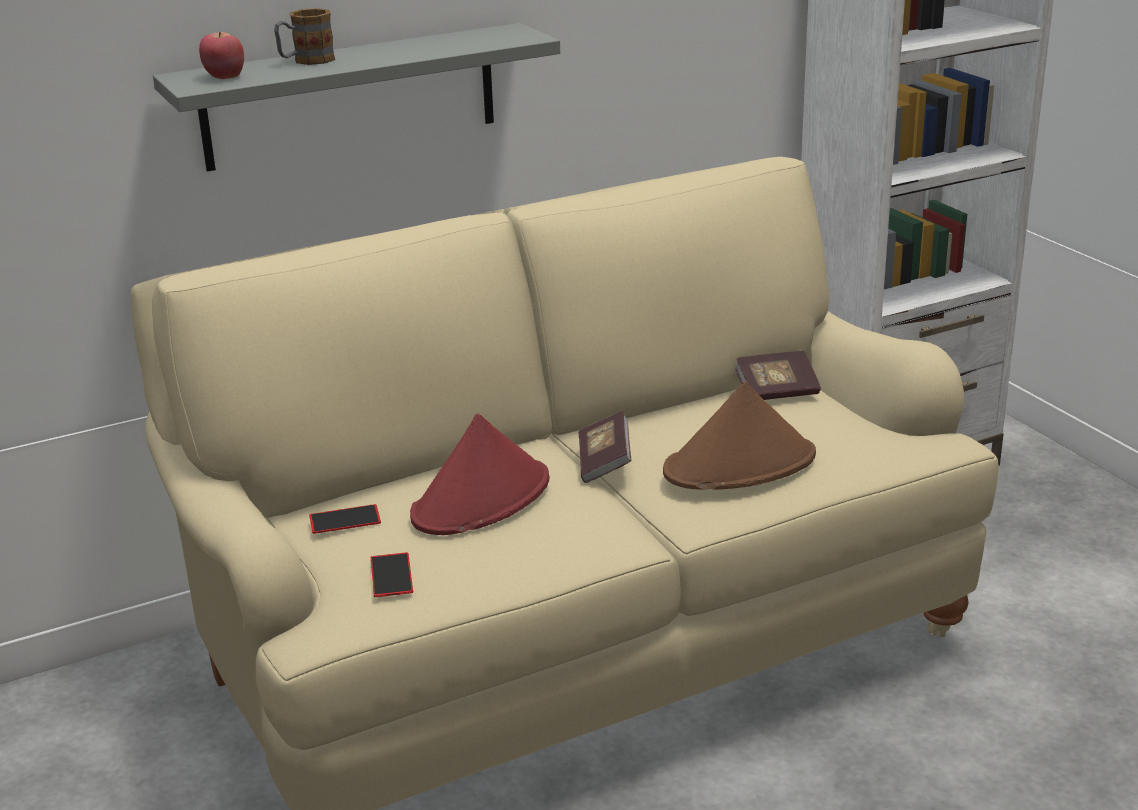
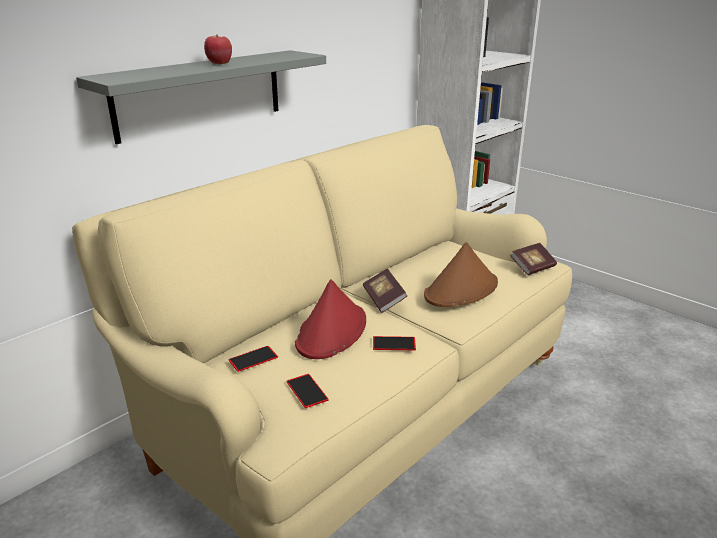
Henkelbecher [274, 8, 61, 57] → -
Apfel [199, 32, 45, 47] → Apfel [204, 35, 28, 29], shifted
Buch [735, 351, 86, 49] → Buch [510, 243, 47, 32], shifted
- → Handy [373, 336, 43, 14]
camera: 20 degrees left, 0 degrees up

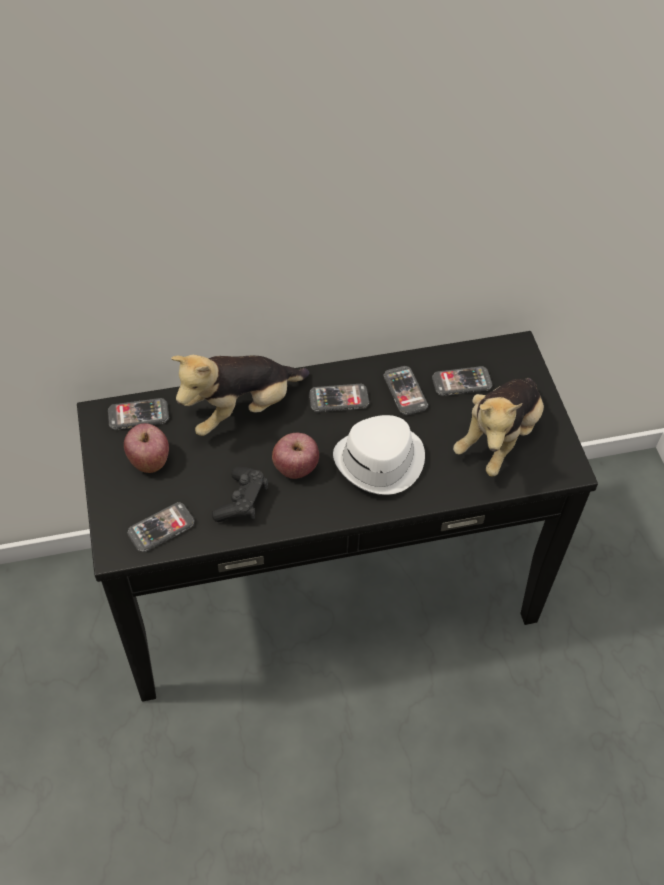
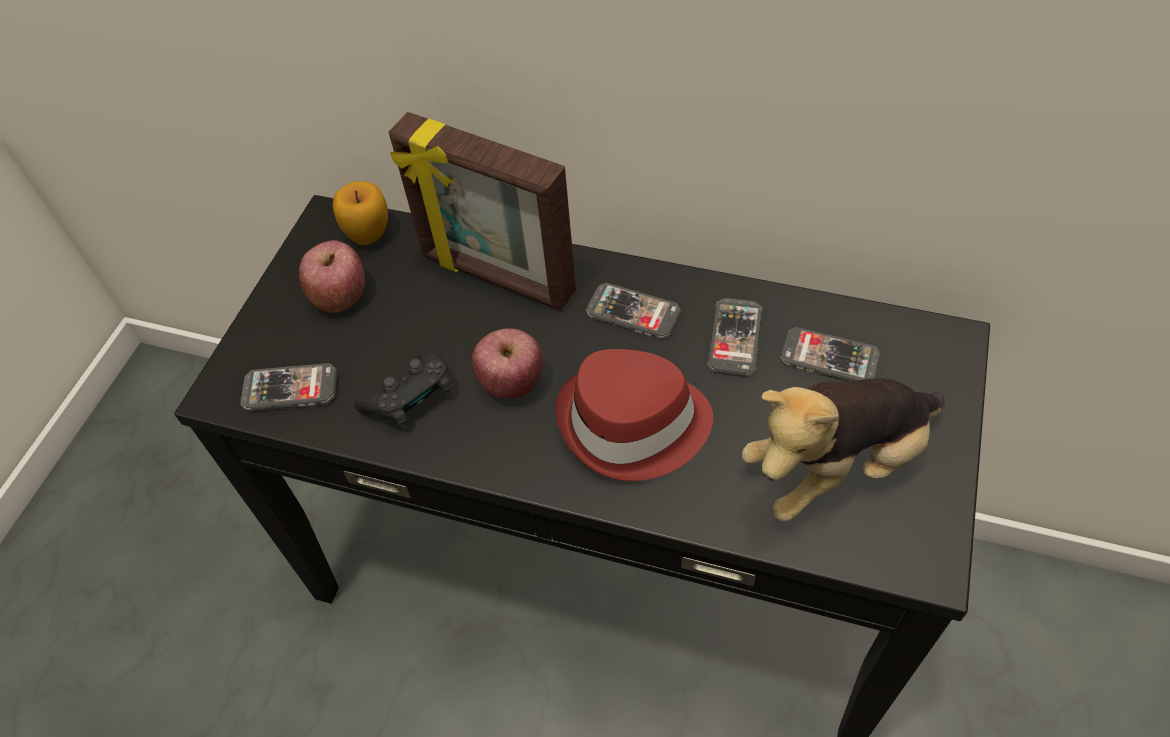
Plüschtier [171, 355, 138, 81] → Bilderrahmen [389, 112, 187, 199]
Handy [108, 398, 61, 32] → Apfel [333, 181, 55, 64]
Hut/weiß [333, 415, 92, 80] → Hut/rot [555, 349, 158, 132]
camera: 35 degrees right, 0 degrees up

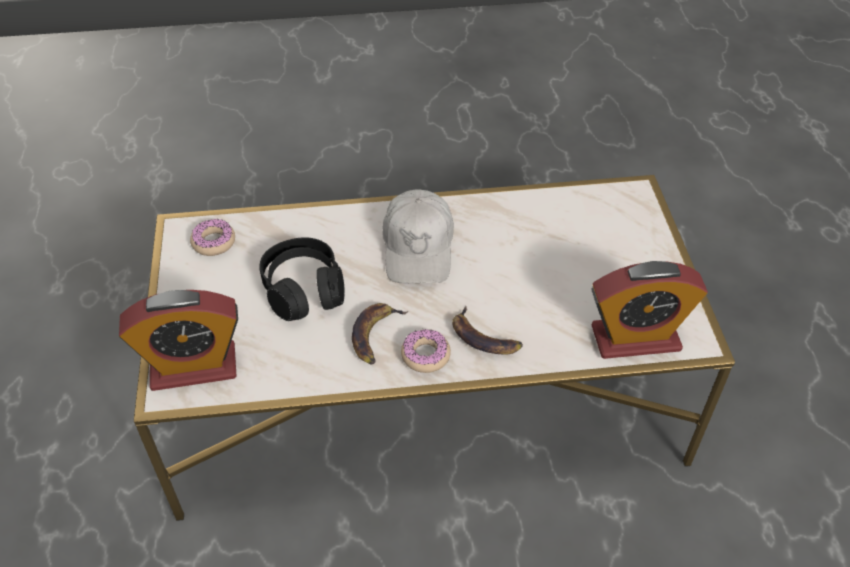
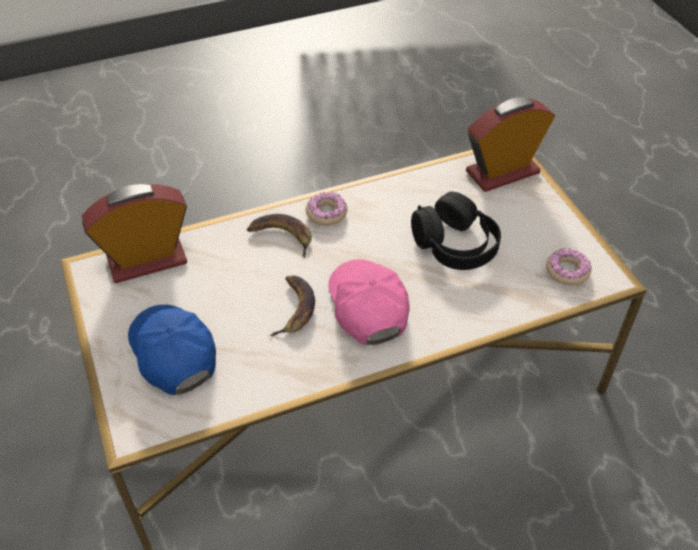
Kappe/weiß [382, 189, 72, 94] → Kappe/rosa [328, 259, 82, 86]
Banane [352, 303, 56, 62] → Banane [270, 275, 45, 61], shifted
- → Kappe/blau [128, 305, 88, 90]
camera: 165 degrees right, 0 degrees up

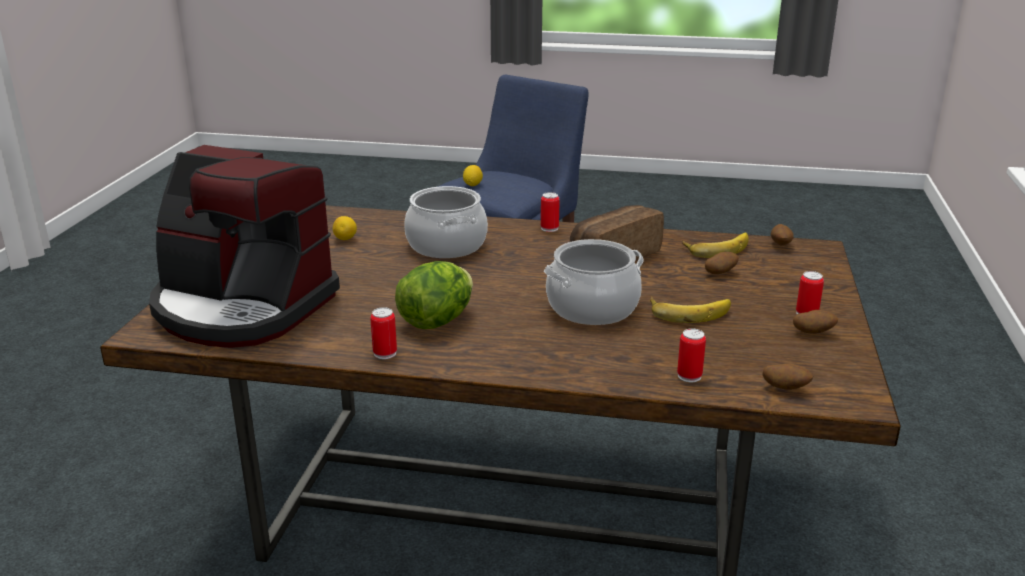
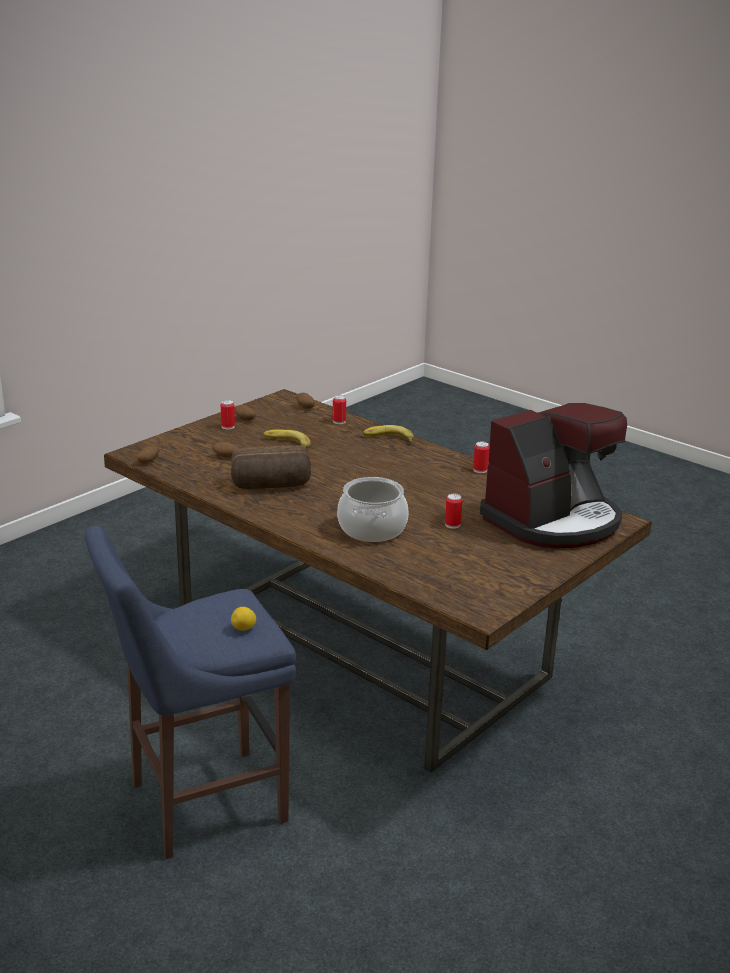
Kaffeemaschine [149, 145, 191, 203] → Kaffeemaschine [480, 403, 147, 146], 90 degrees clockwise
Dose [541, 192, 19, 40] → Dose [445, 494, 17, 35], shifted
Zitrone [333, 216, 24, 24] → -
Banane [682, 232, 67, 26] → Banane [363, 425, 51, 18], shifted
Kochtopf [544, 239, 100, 86] → -
Salatkopf [395, 261, 78, 68] → -
camera: 150 degrees left, 0 degrees up

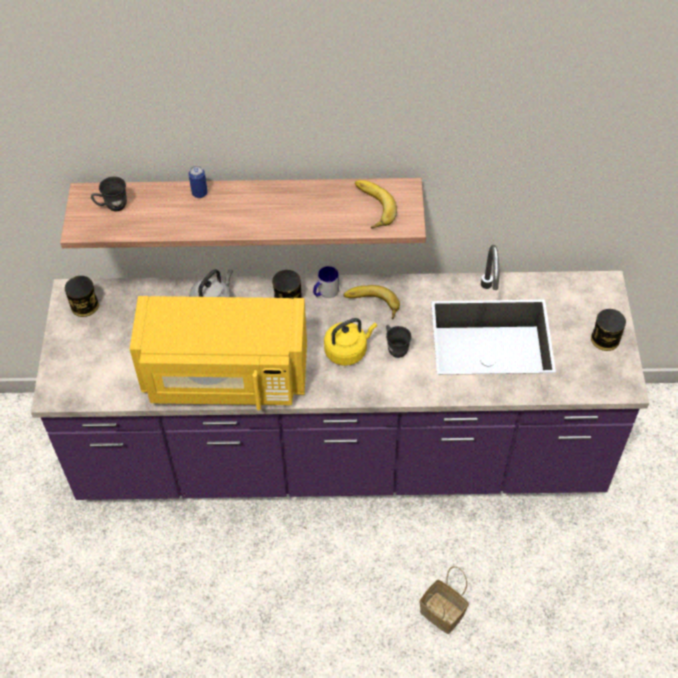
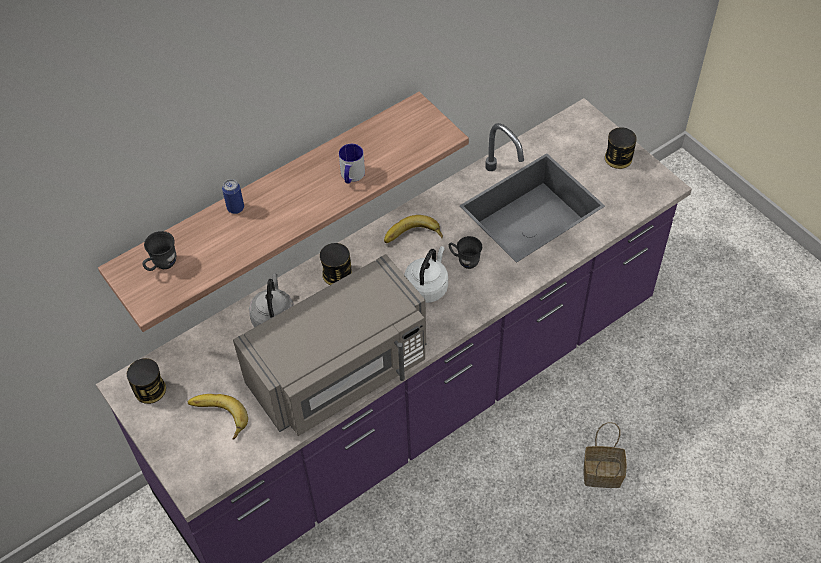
Banane [355, 180, 42, 49] → Banane [188, 394, 60, 46], shifted
Henkelbecher [313, 266, 26, 32] → Henkelbecher [339, 144, 26, 40], shifted
Mikrowelle/gelb [130, 296, 177, 114] → Mikrowelle/grau [233, 254, 193, 182]
Wasserkessel/gelb [324, 318, 53, 48] → Wasserkessel/weiß [404, 246, 44, 57]
camera: 35 degrees left, 0 degrees up

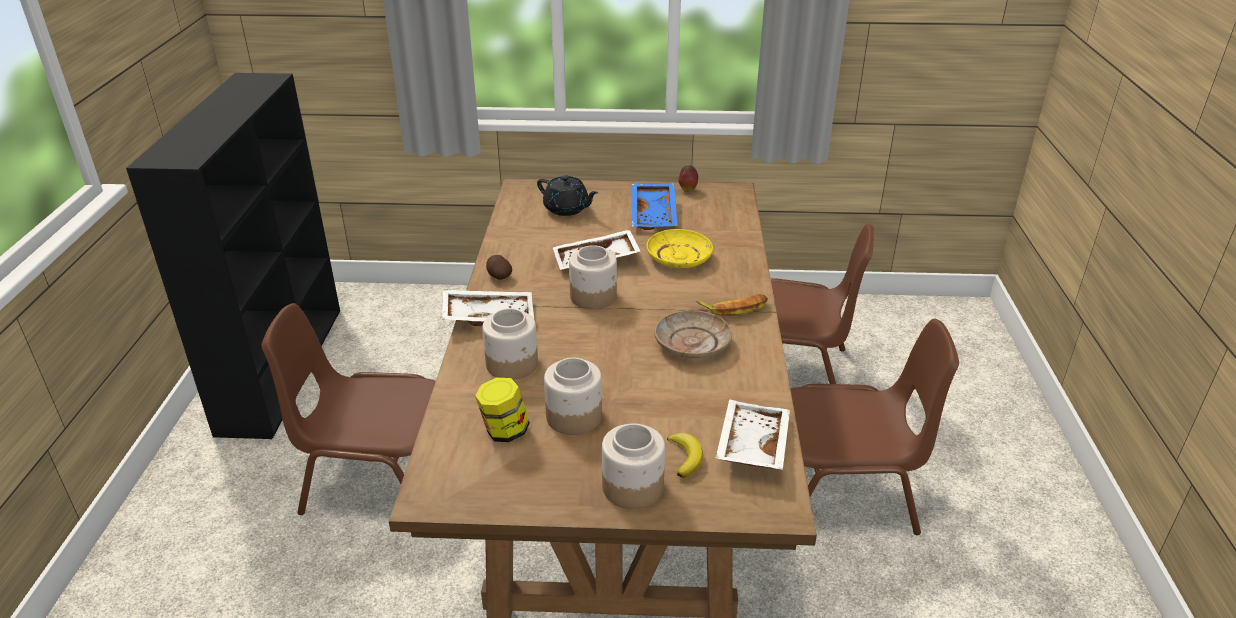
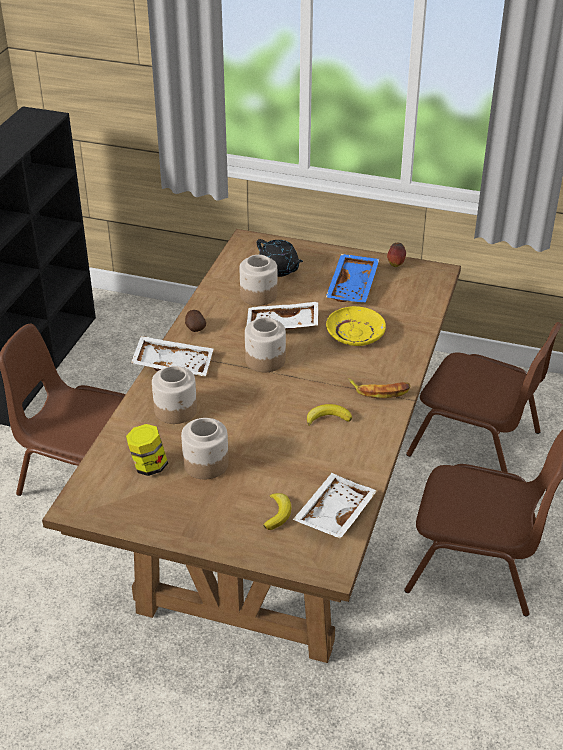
Teller/beige [654, 311, 78, 47] → Banane [307, 404, 45, 22]
Vorratsglas [602, 423, 63, 86] → Vorratsglas [240, 255, 37, 51], shifted
camera: 15 degrees right, 5 degrees up

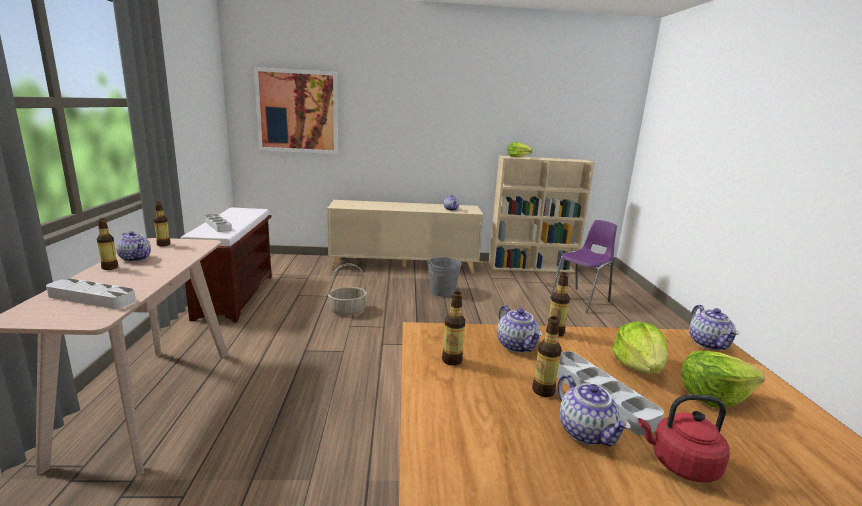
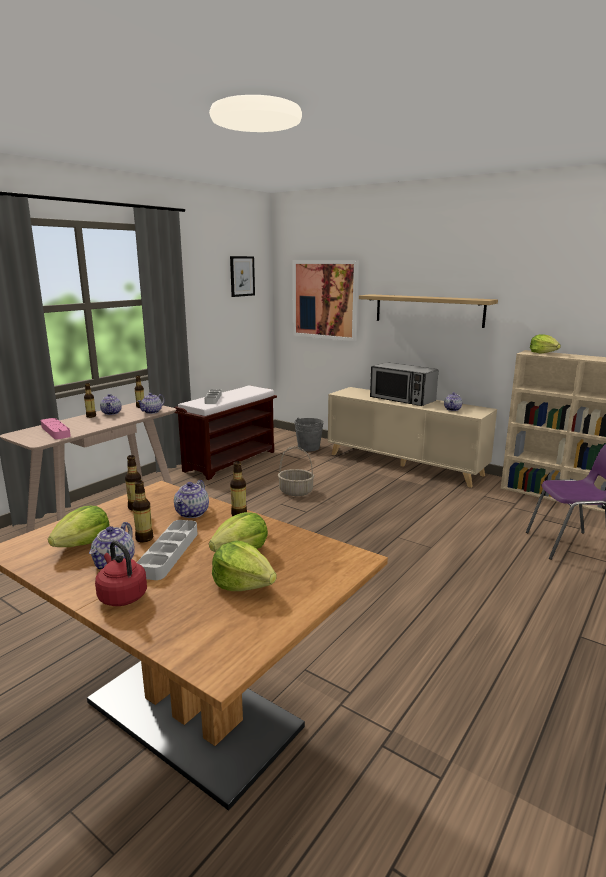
Eimer/grau [427, 257, 35, 40] → Eimer/grau [294, 418, 30, 33], shifted
Tablett/grau [46, 278, 90, 31] → Tablett/rosa [41, 418, 30, 21]
Teekanne [689, 305, 51, 45] → Teekanne [137, 393, 28, 21], shifted
- → Bild [230, 256, 25, 41]
- → Wandregal [359, 294, 139, 34]
- → Mikrowelle [370, 362, 68, 44]
- → Salatkopf [48, 506, 62, 41]
camera: 40 degrees right, 0 degrees up

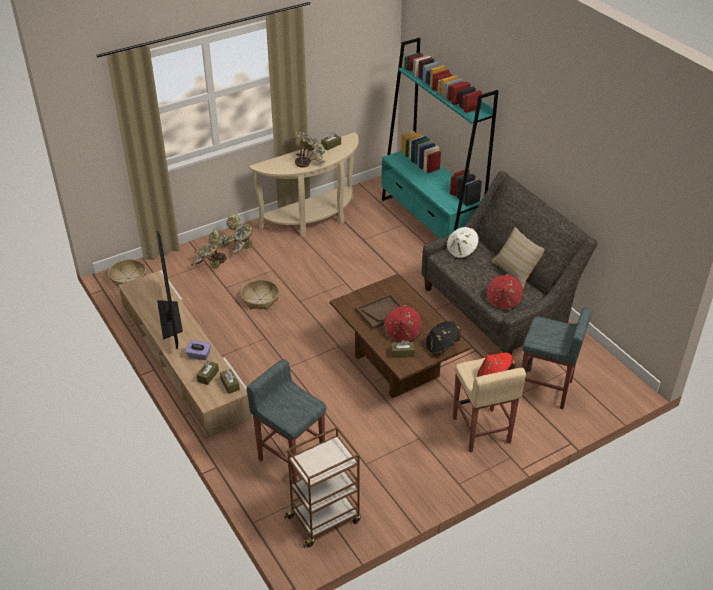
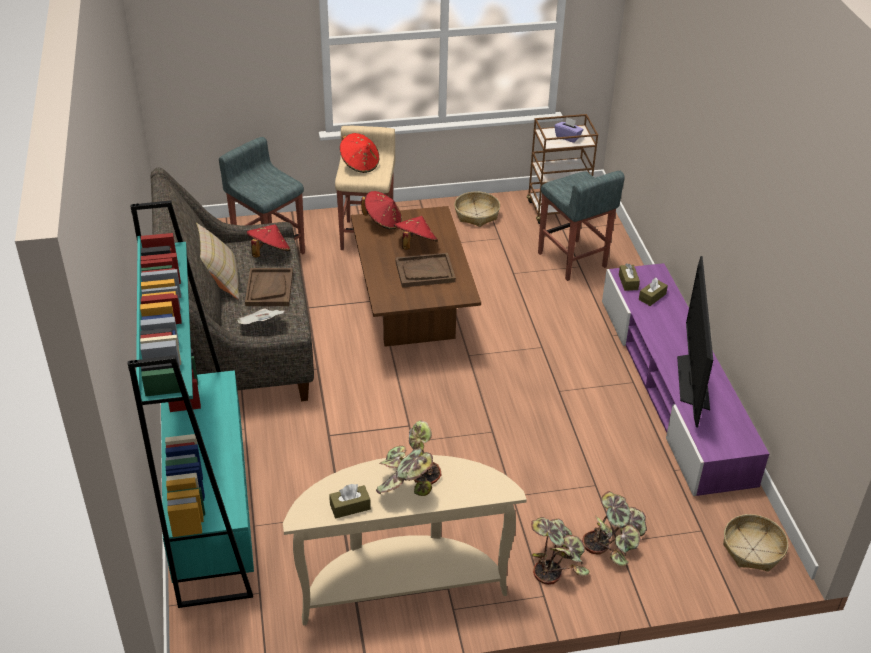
Hut/weiß [447, 227, 32, 32] → Zeitung [238, 308, 46, 16]
Fernsehschrank/beige [118, 270, 135, 168] → Fernsehschrank/lila [602, 263, 167, 233]
Korb [241, 280, 38, 30] → Korb [454, 192, 46, 35], shifted
Hut/schwarz [426, 321, 35, 34] → Hut/rot [361, 191, 41, 38]
Taschentuchbox/lila [185, 340, 26, 20] → Taschentuchbox/lila [555, 118, 28, 25], shifted
Taschentuchbox/braun [391, 340, 24, 18] → -
- → Tablett/braun [245, 268, 48, 38]
camera: 160 degrees left, 0 degrees up

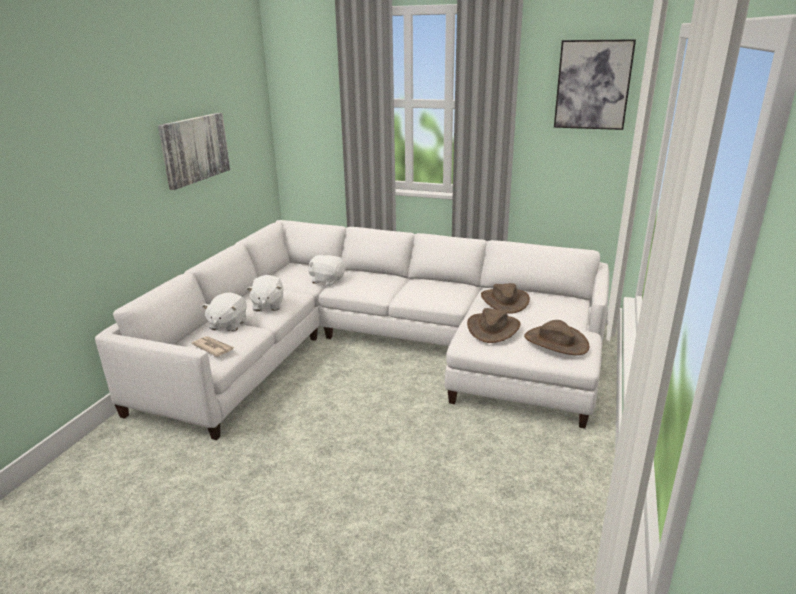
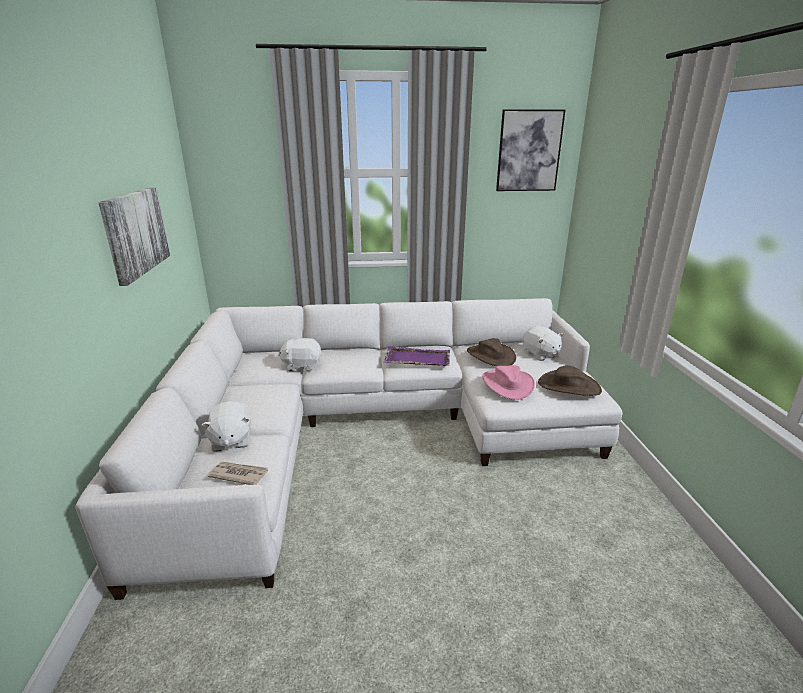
Plüschtier/weiß [247, 275, 36, 36] → Plüschtier/weiß [523, 326, 40, 35], shifted
Hut/braun [467, 308, 53, 35] → Hut/rosa [482, 365, 53, 35]
- → Tablett/lila [384, 346, 66, 20]
camera: 25 degrees left, 0 degrees up

